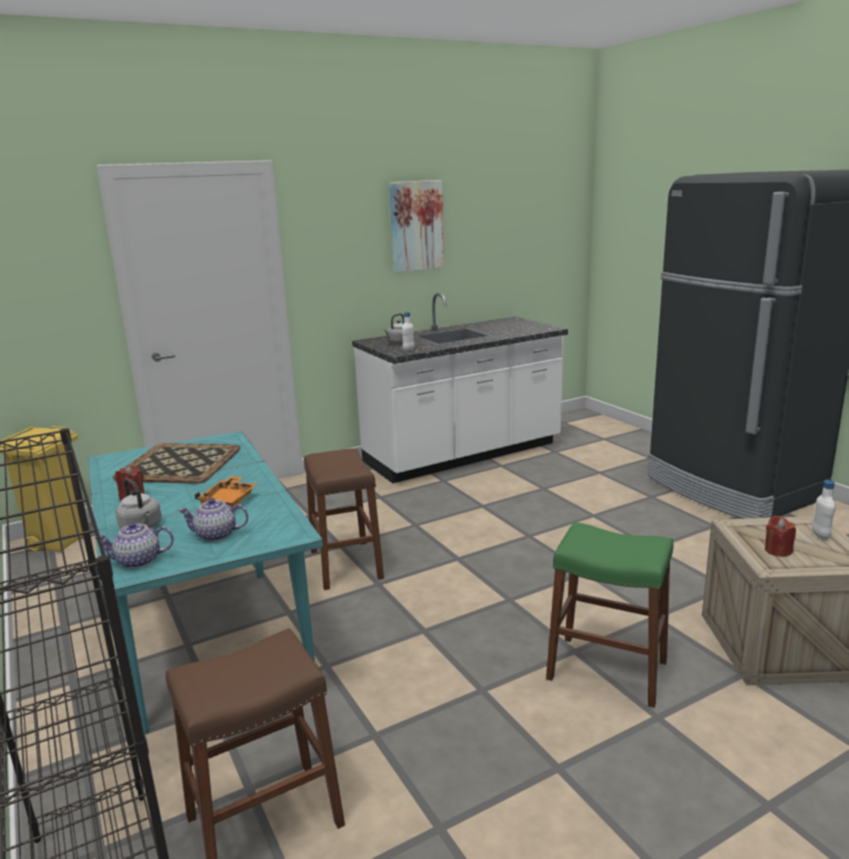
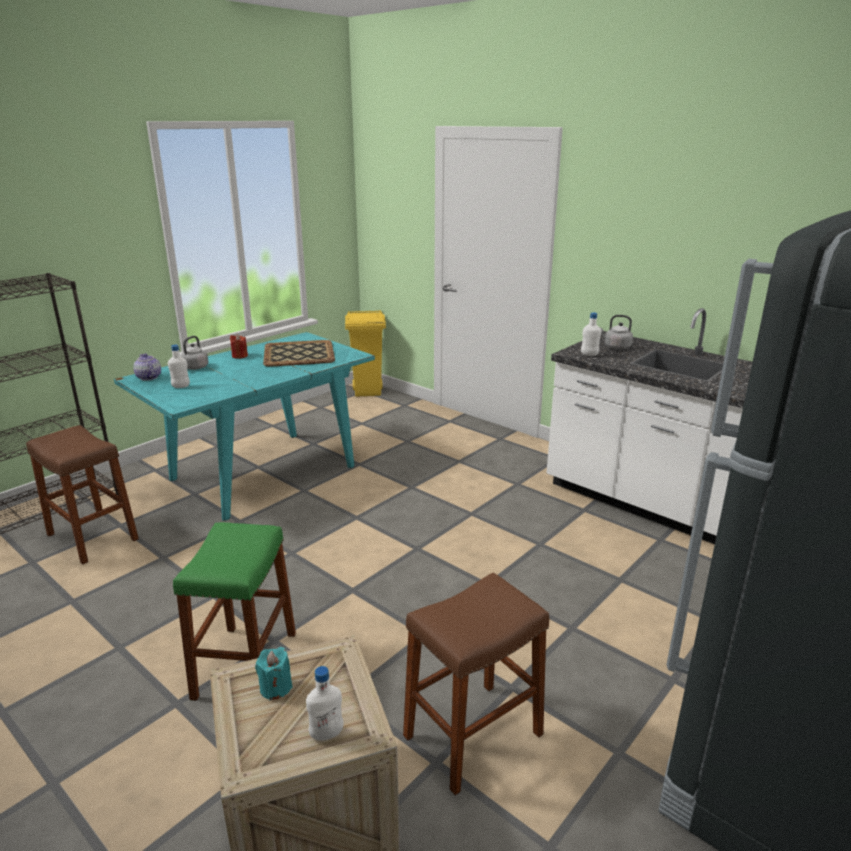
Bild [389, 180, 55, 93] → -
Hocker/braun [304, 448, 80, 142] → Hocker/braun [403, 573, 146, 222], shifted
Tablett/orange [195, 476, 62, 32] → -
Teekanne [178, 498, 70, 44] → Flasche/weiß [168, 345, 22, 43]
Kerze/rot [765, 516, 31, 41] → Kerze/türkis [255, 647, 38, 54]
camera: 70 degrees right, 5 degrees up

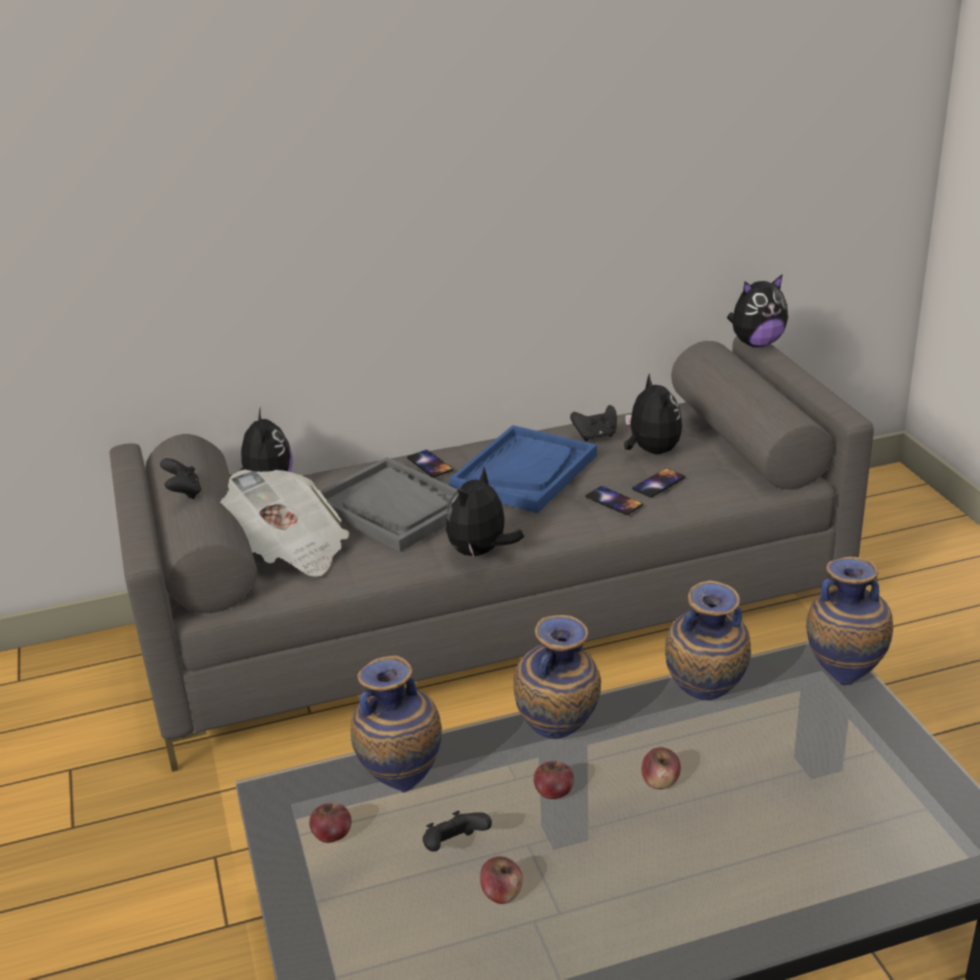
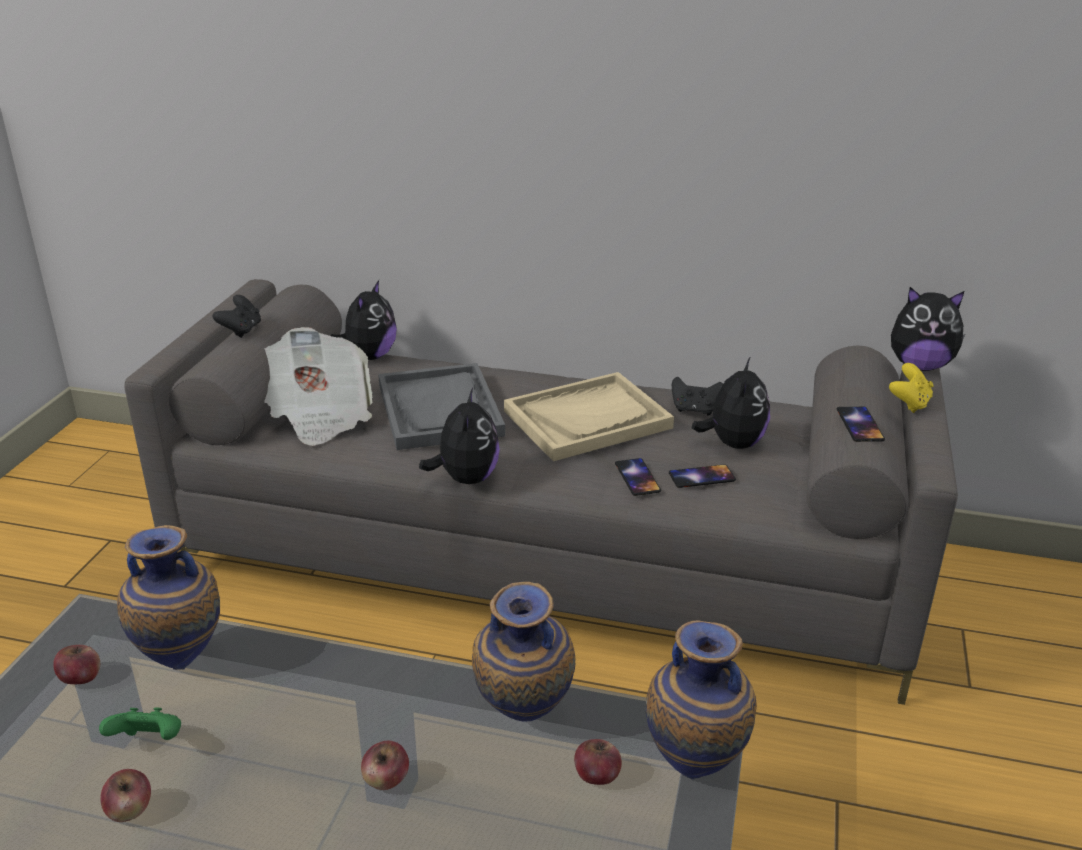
Tablett/blau [449, 425, 148, 88] → Tablett/beige [504, 372, 170, 89]
Handy [407, 450, 46, 28] → Handy [837, 407, 48, 35], shifted
Plüschtier [446, 467, 78, 89] → Plüschtier [419, 388, 81, 96], 120 degrees clockwise
Vase [513, 615, 88, 124] → -
Apfel [534, 761, 40, 38] → Apfel [574, 739, 48, 46], shifted
Gamepad/schwarz [423, 811, 69, 41] → Gamepad/grün [99, 707, 82, 33]
- → Gamepad/gelb [889, 363, 45, 50]
camera: 30 degrees right, 0 degrees up

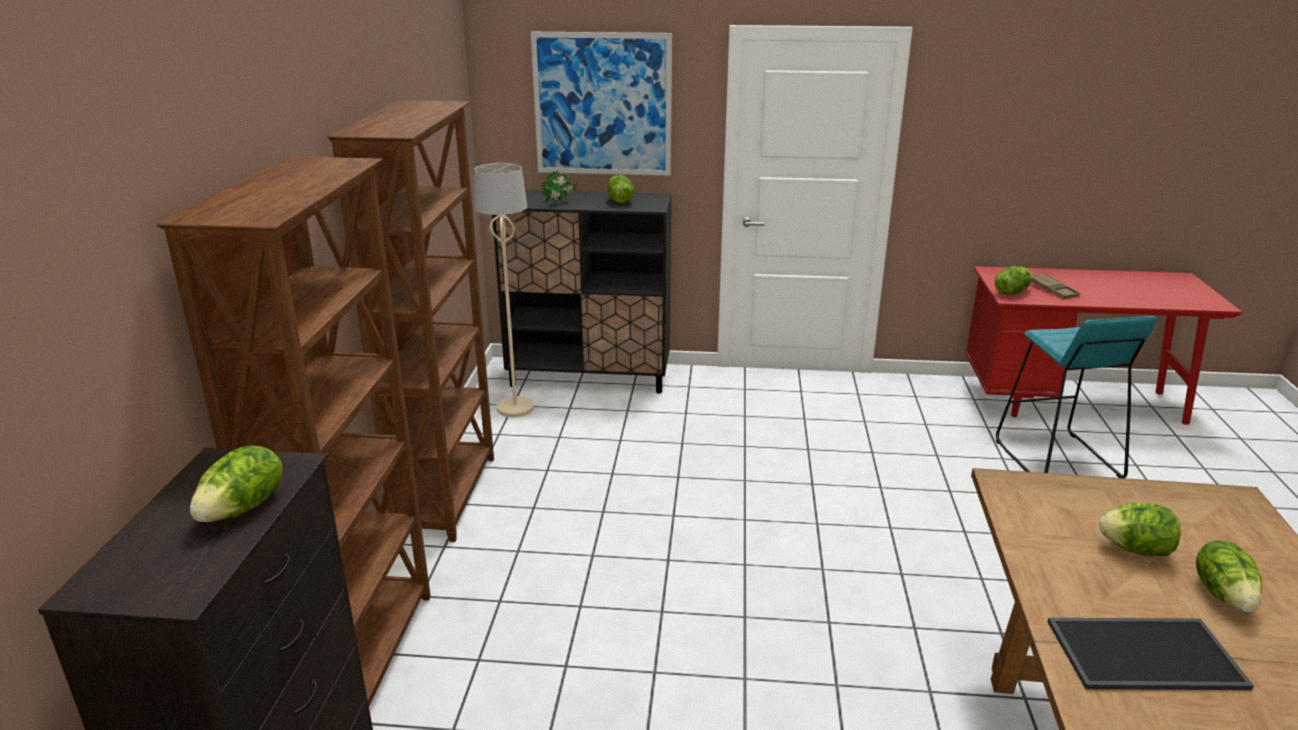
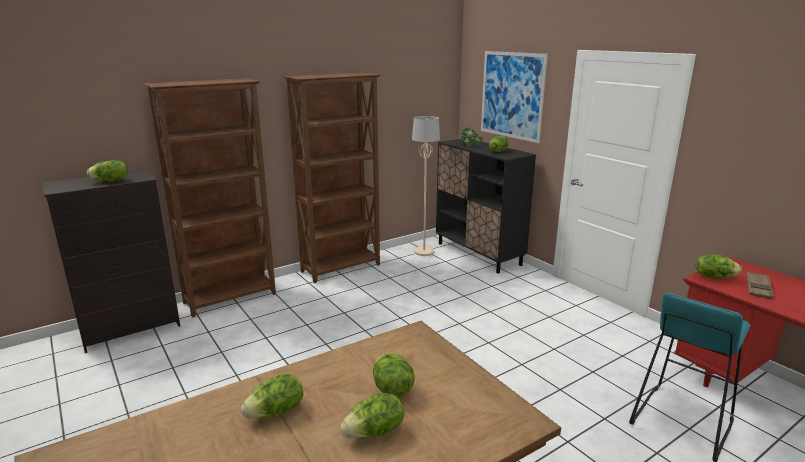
Tablett [1048, 618, 206, 72] → Salatkopf [241, 374, 62, 44]
camera: 50 degrees right, 5 degrees down

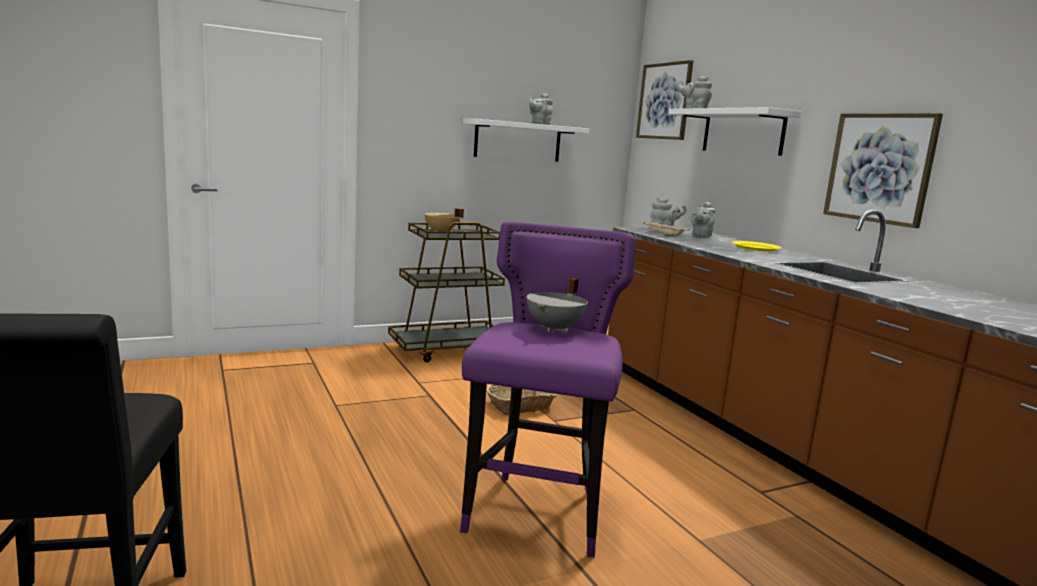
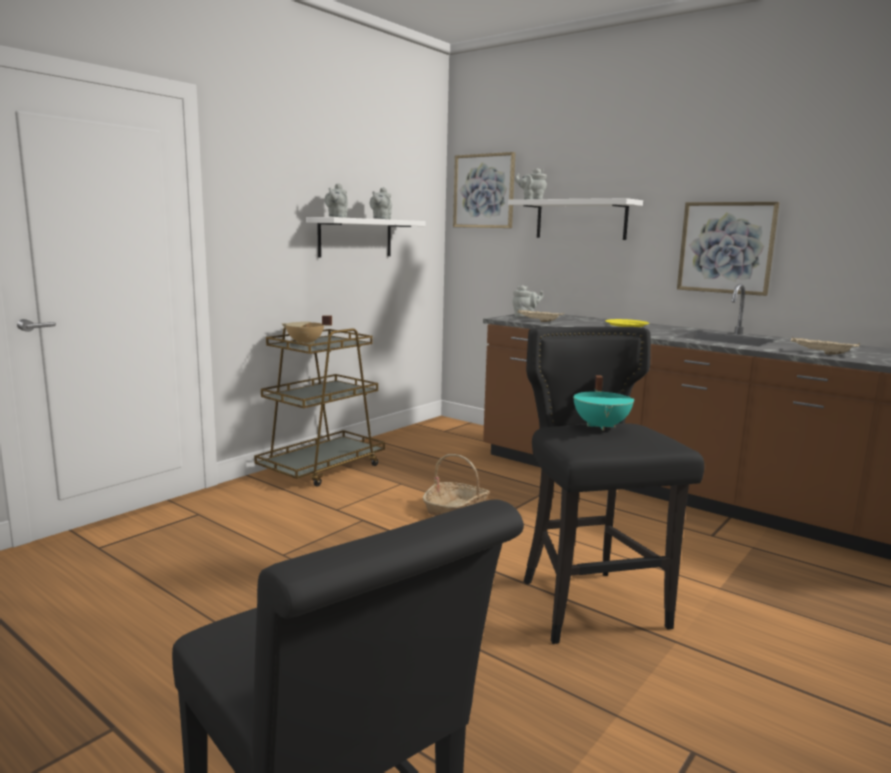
Teekanne/grau [690, 202, 25, 35] → Teekanne/grau [324, 183, 24, 35], shifted
Hocker/lila [460, 222, 176, 336] → Hocker/schwarz [524, 327, 180, 317]
Kochtopf/grau [527, 278, 61, 54] → Kochtopf/türkis [573, 375, 61, 55]
- → Tablett/beige [791, 337, 69, 18]
camera: 25 degrees left, 0 degrees up

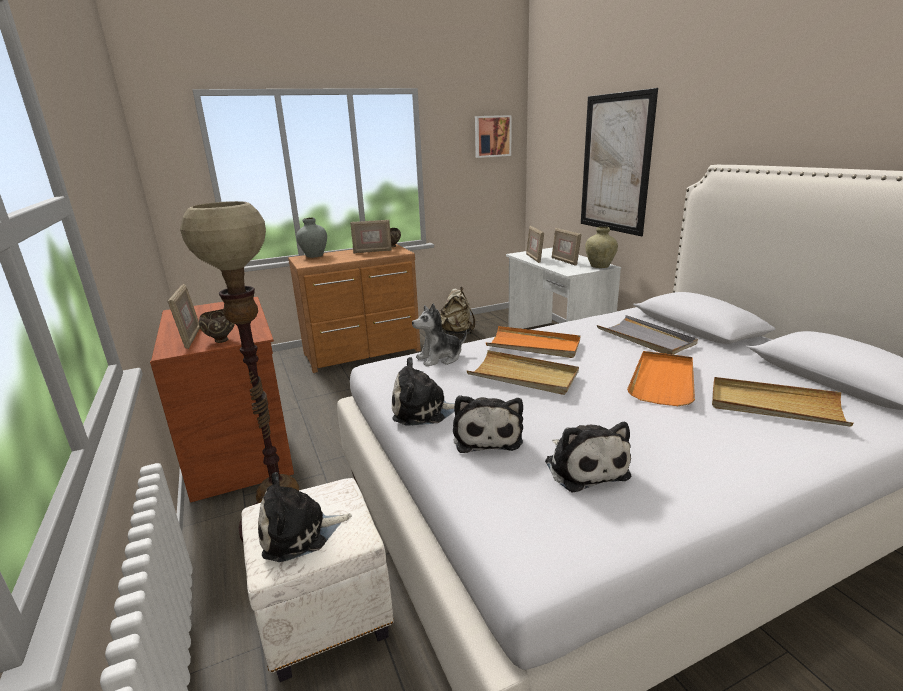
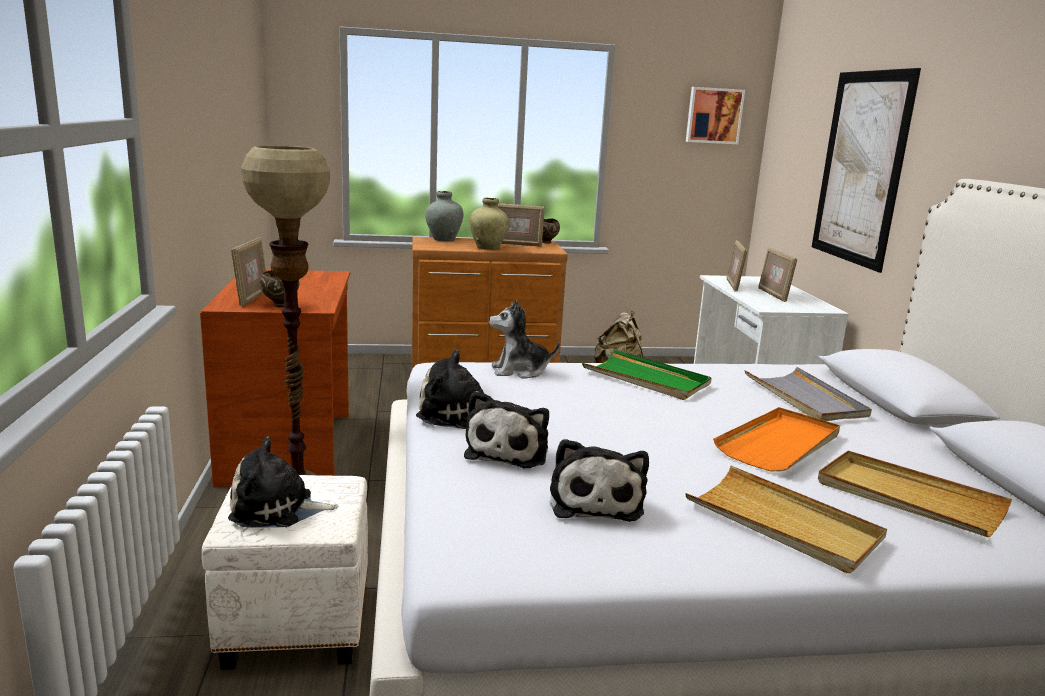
Vase/beige [585, 227, 33, 41] → Vase/beige [469, 197, 40, 53], shifted
Tablett/orange [486, 326, 94, 32] → Tablett/grün [582, 349, 130, 51]
Tablett/beige [467, 350, 112, 45] → Tablett/beige [685, 466, 202, 107], shifted
camera: 15 degrees right, 5 degrees down

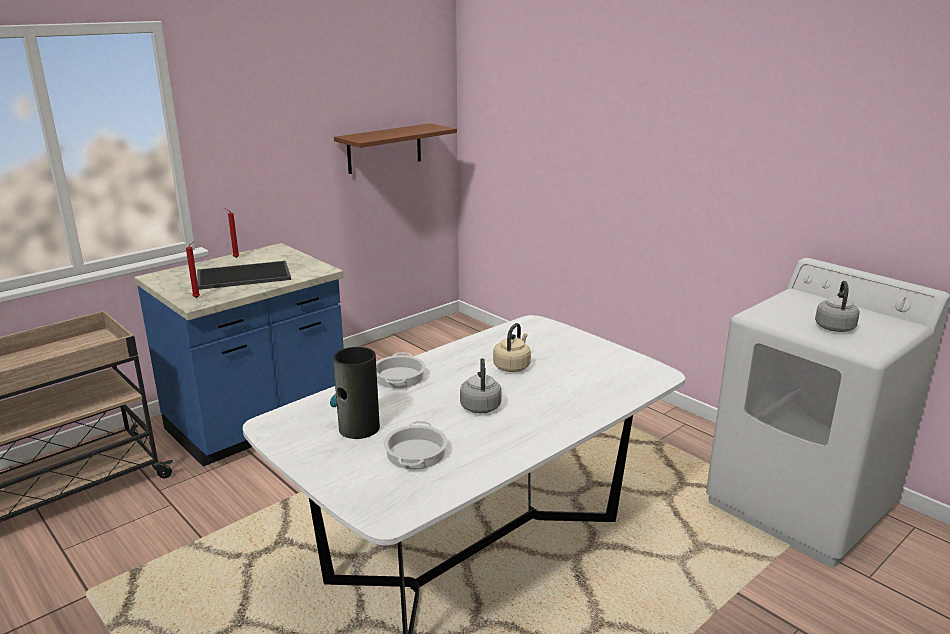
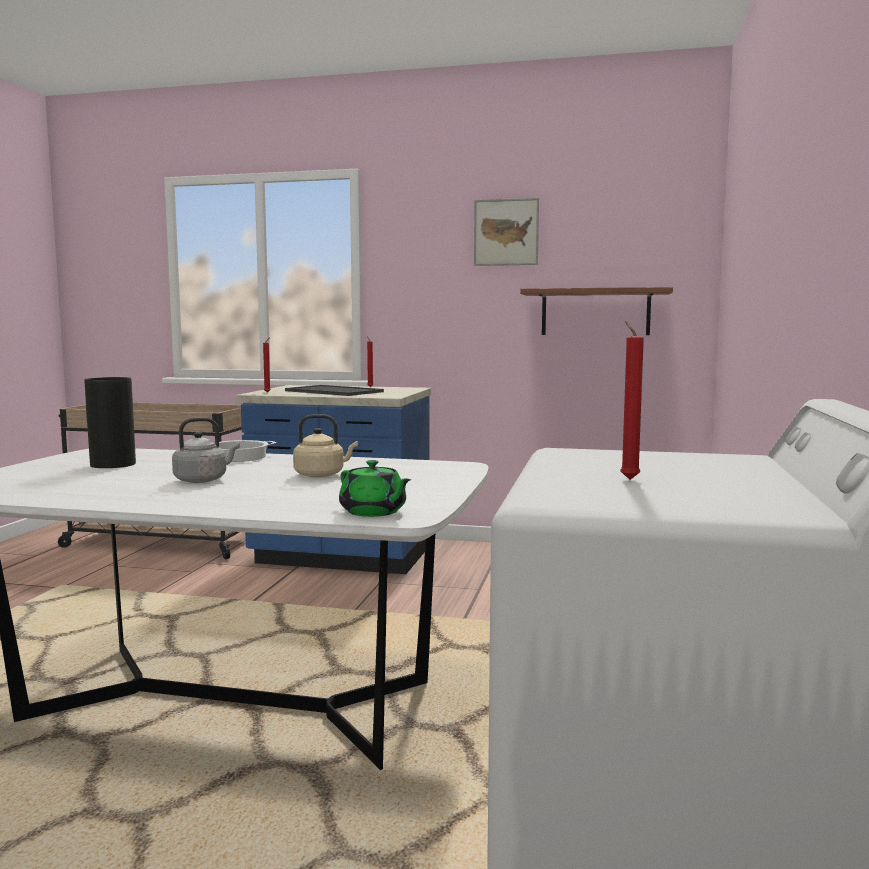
Wasserkessel/grau [815, 281, 45, 51] → Kerze/rot [620, 321, 24, 159]
Kochtopf [383, 421, 65, 48] → -
- → Bild [474, 198, 65, 68]
- → Teekanne/grün [339, 460, 72, 57]
camera: 55 degrees right, 15 degrees down

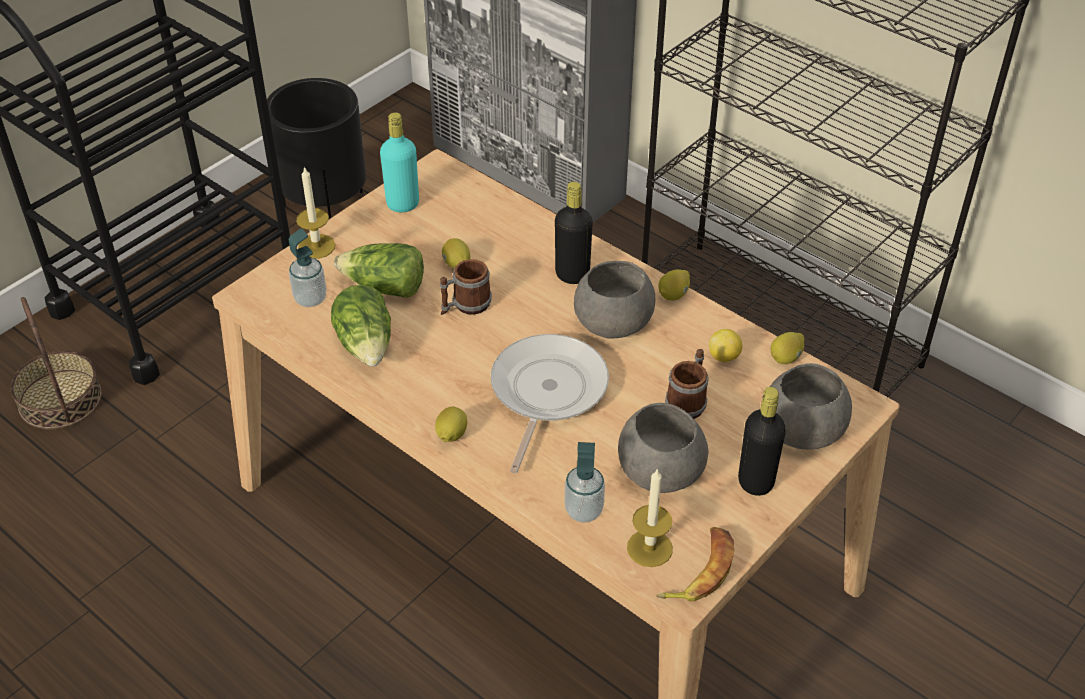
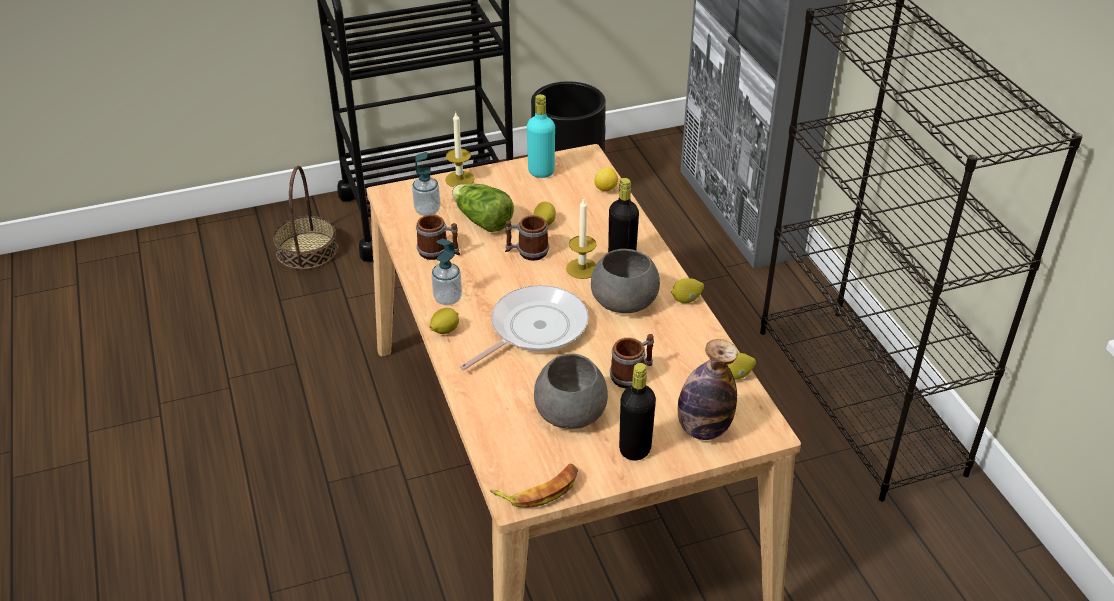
Salatkopf [331, 285, 60, 81] → Henkelbecher [416, 215, 44, 45]
Zitrone [709, 329, 33, 33] → Zitrone [594, 167, 24, 24], shifted
Schüssel/grau [770, 363, 82, 87] → Flasche [678, 339, 60, 101]
Seifenspender [564, 442, 41, 81] → Seifenspender [431, 238, 31, 67], shifted
Kerze [627, 470, 46, 97] → Kerze [566, 198, 31, 81], shifted
camera: 30 degrees right, 5 degrees down

